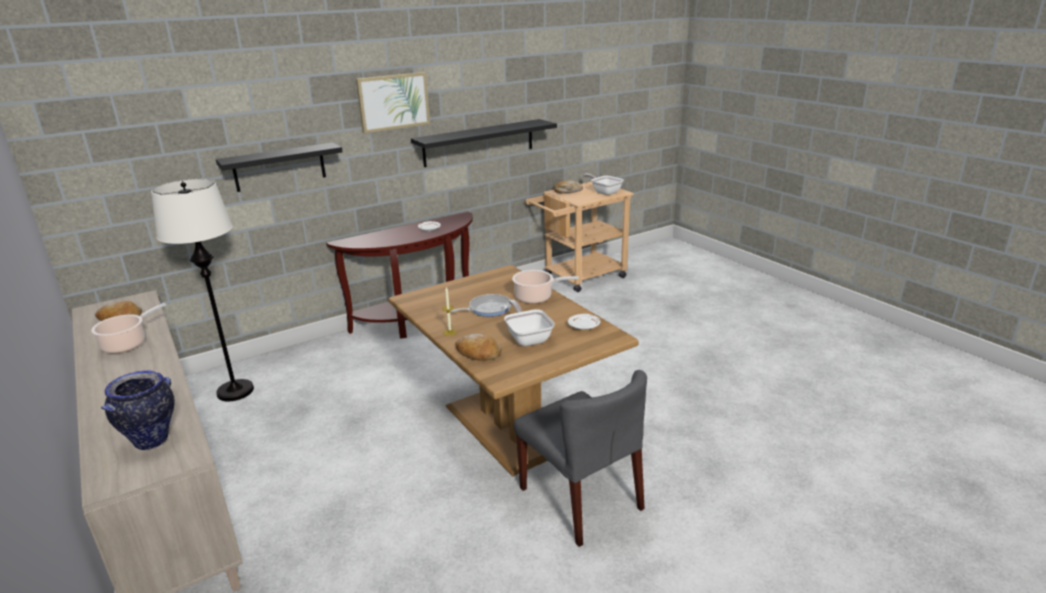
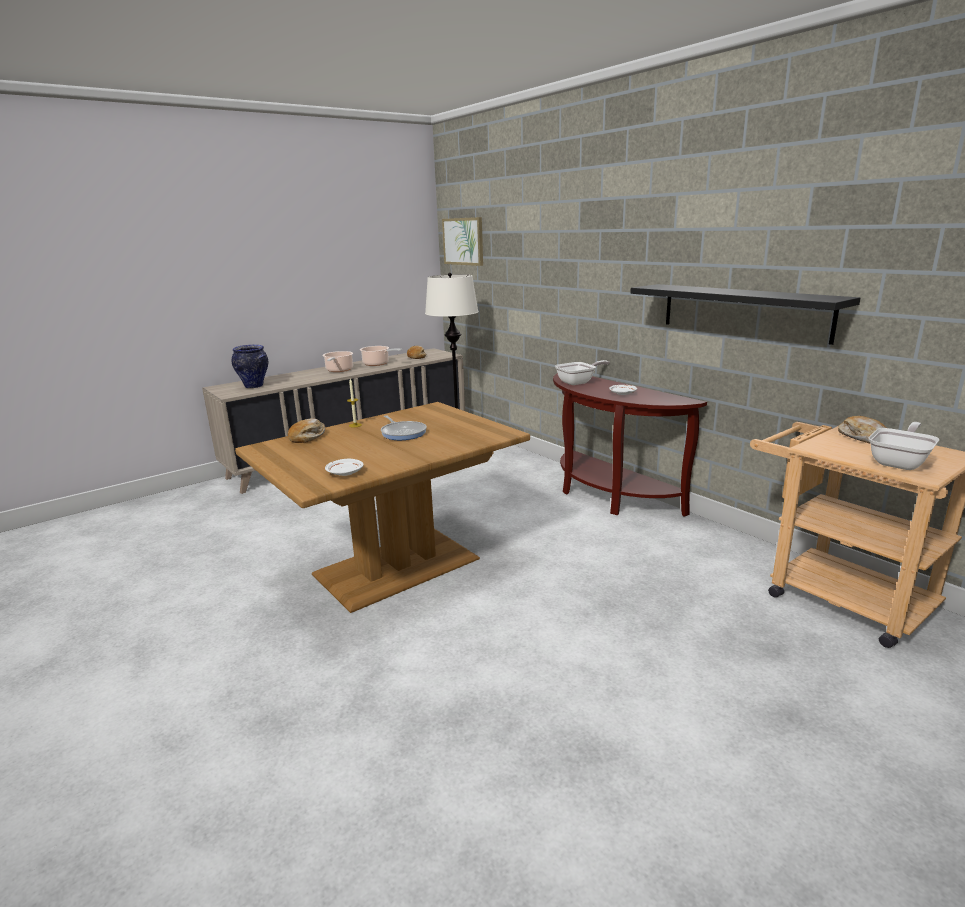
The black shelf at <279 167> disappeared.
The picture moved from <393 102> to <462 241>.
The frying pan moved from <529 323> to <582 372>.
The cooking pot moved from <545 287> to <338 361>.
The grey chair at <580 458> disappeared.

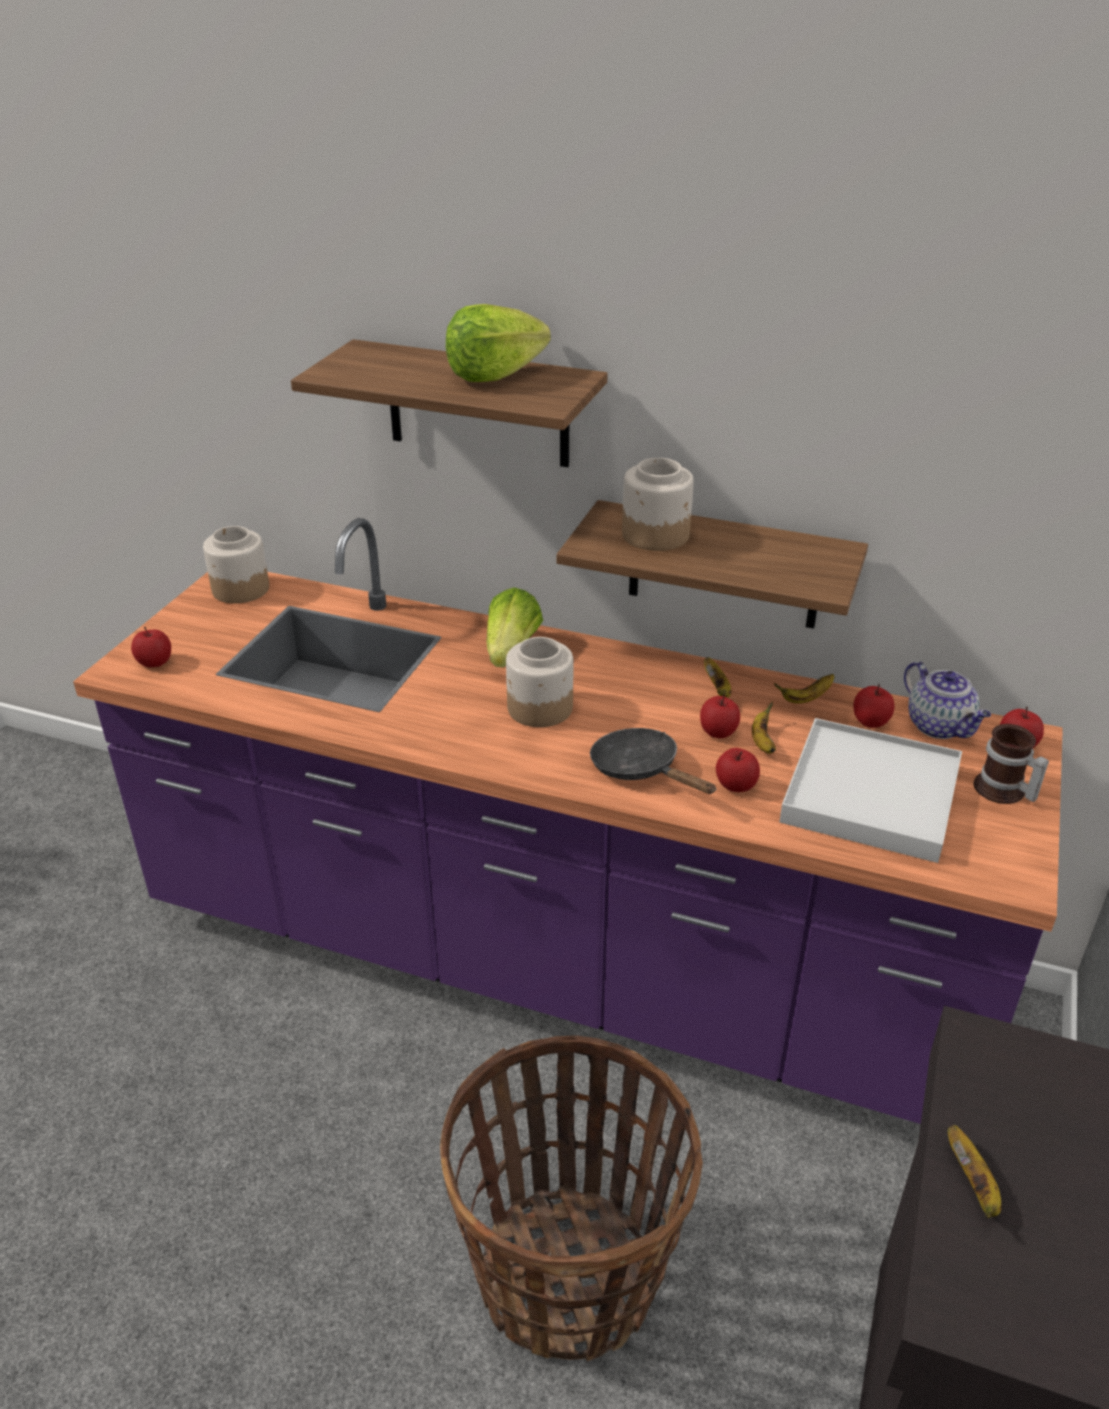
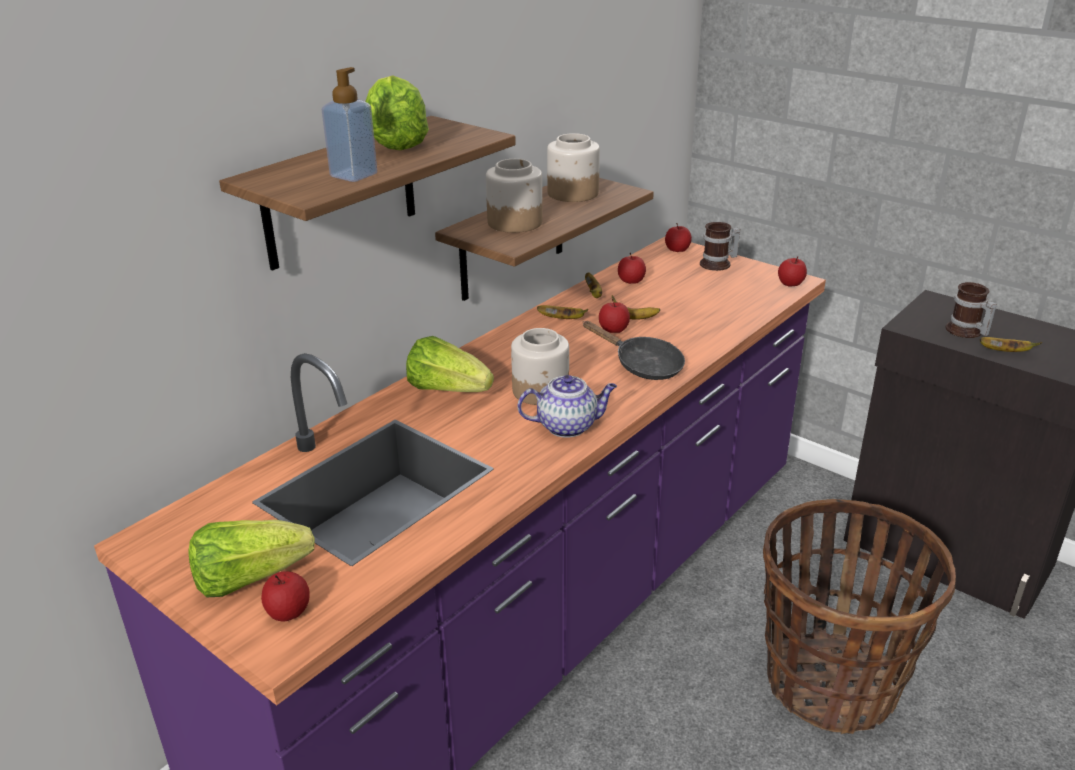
The jar moved from <236 565> to <573 167>.
The black frying pan at <653 761> turned 120 degrees counterclockwise.
The apple moved from <738 770> to <792 271>.
The white tray at <870 790> disappeared.
The teapot moved from <947 700> to <567 406>.
The lettuce at <251 558> appeared.
The soap dispenser at <349 124> appeared.
The mug at <971 310> appeared.

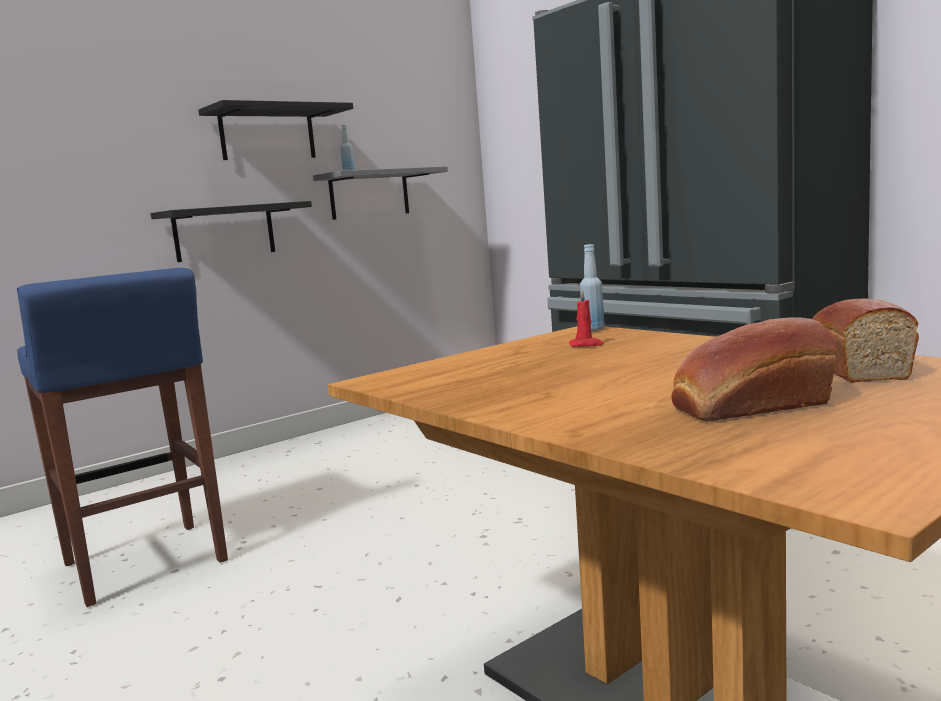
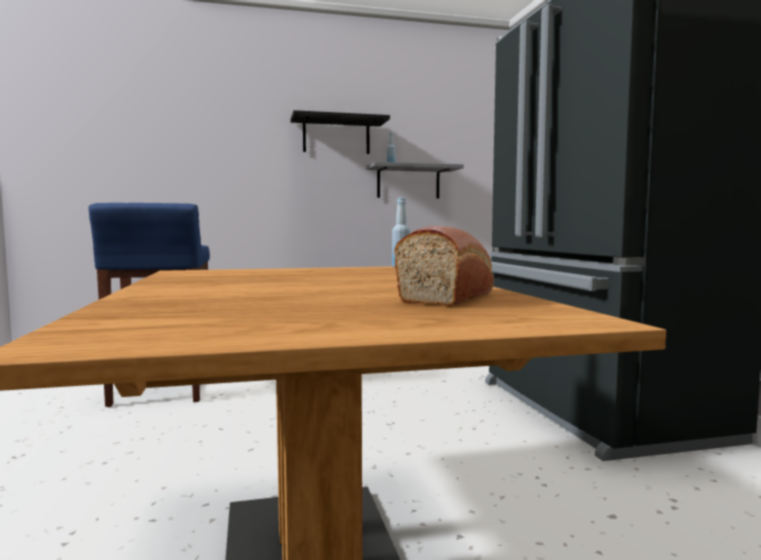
The black shelf at <231 231> disappeared.
The red candle at <586 318> disappeared.
The bread at <754 369> disappeared.

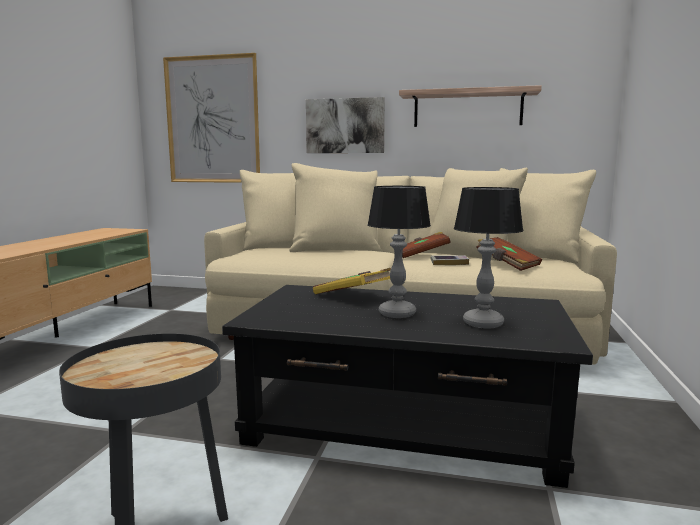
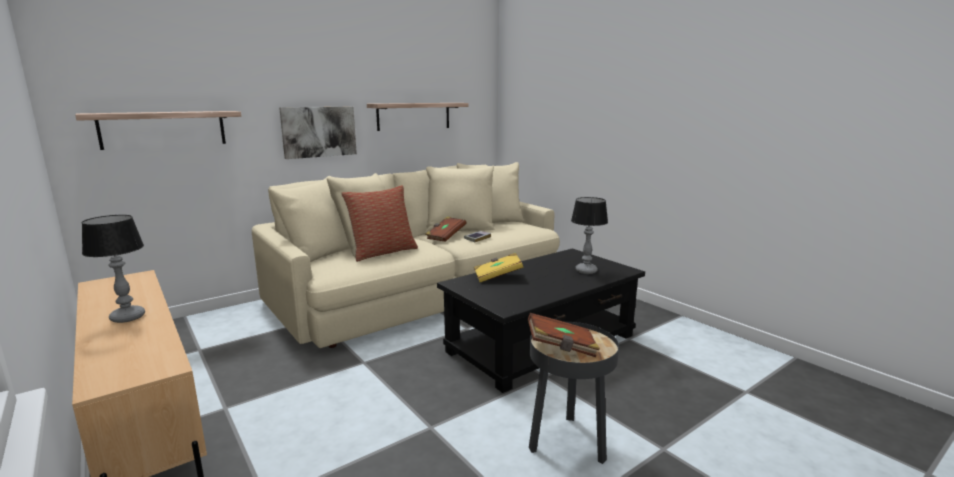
The picture at <211 118> was replaced by the shelf at <158 130>.
The table lamp moved from <399 252> to <113 269>.
The brown book moved from <509 254> to <564 335>.
The pillow at <379 223> appeared.

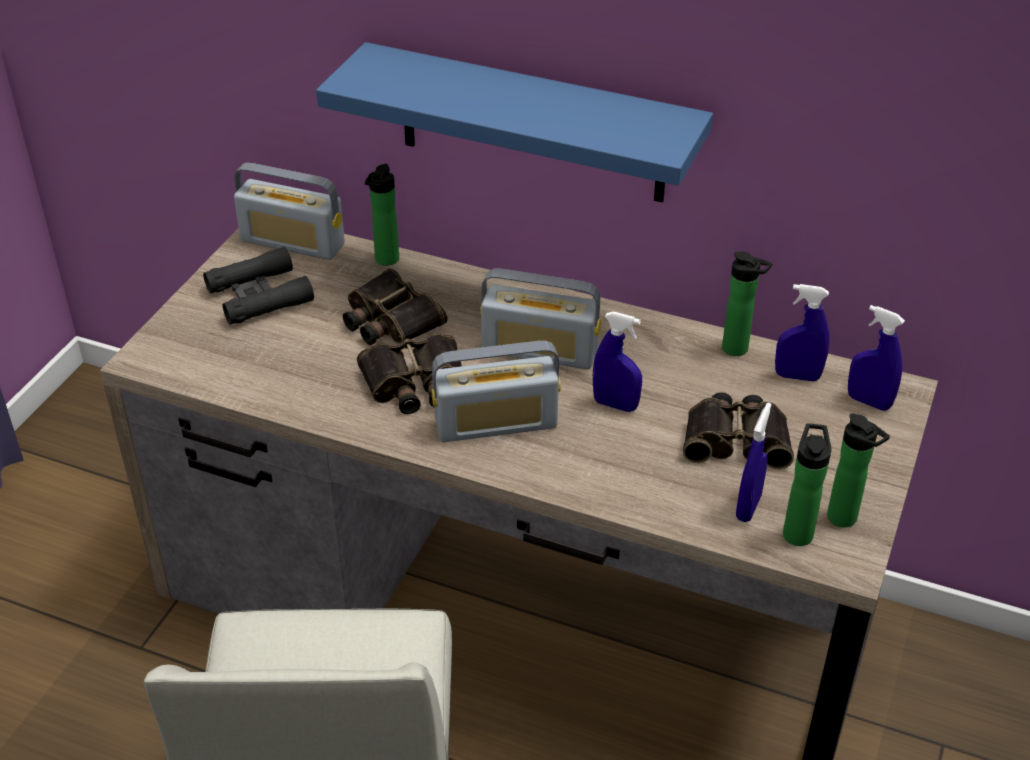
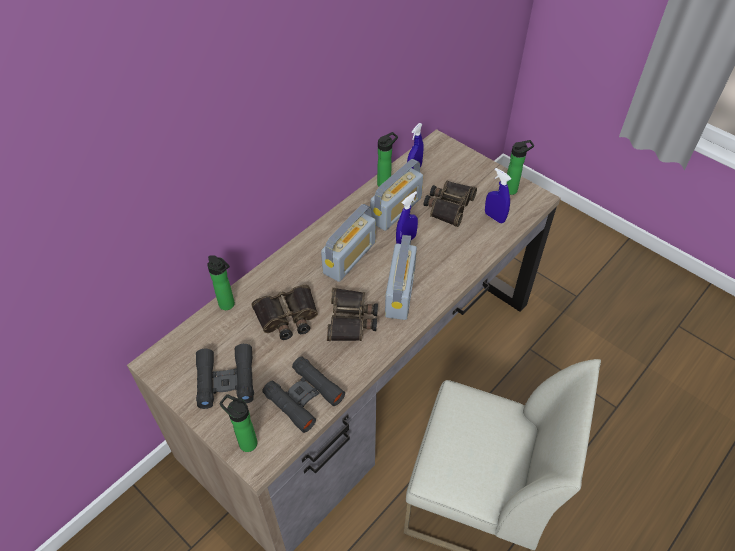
The radio moved from <289 211> to <396 195>.
The blue shelf at <514 122> disappeared.
The bottle moved from <807 484> to <238 423>.
The blue spray bottle at <876 358> disappeared.
The black binoculars at <303 394> appeared.

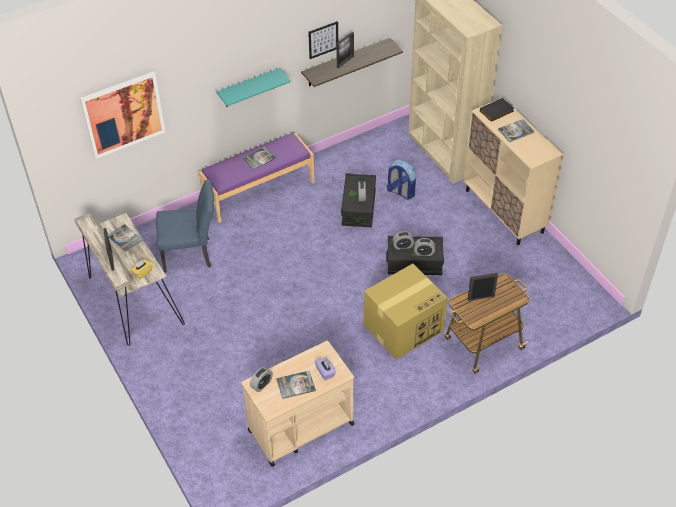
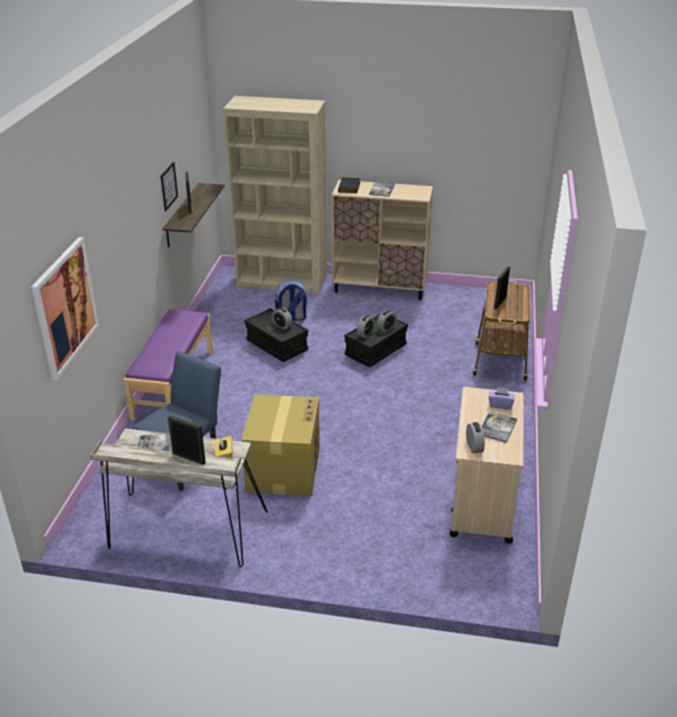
The turquoise shelf at <254 87> disappeared.
The book at <259 158> disappeared.
The cardboard box moved from <405 312> to <280 445>.

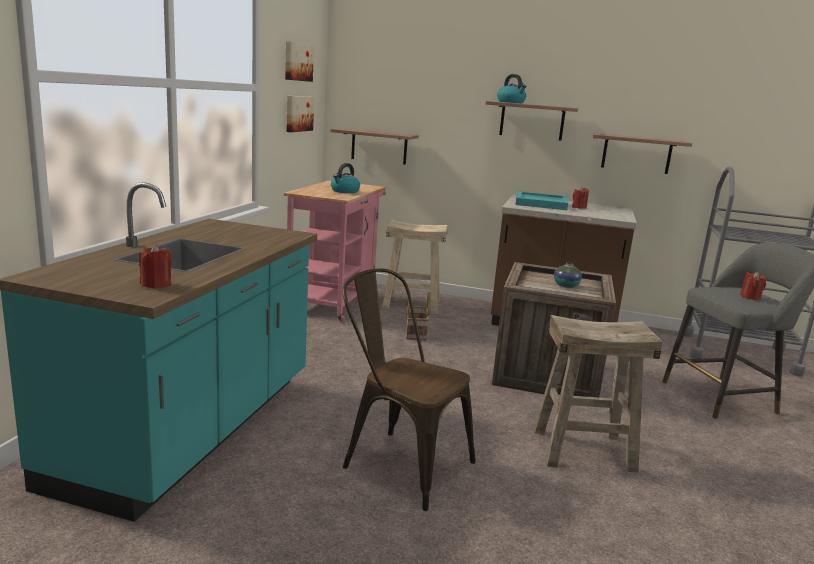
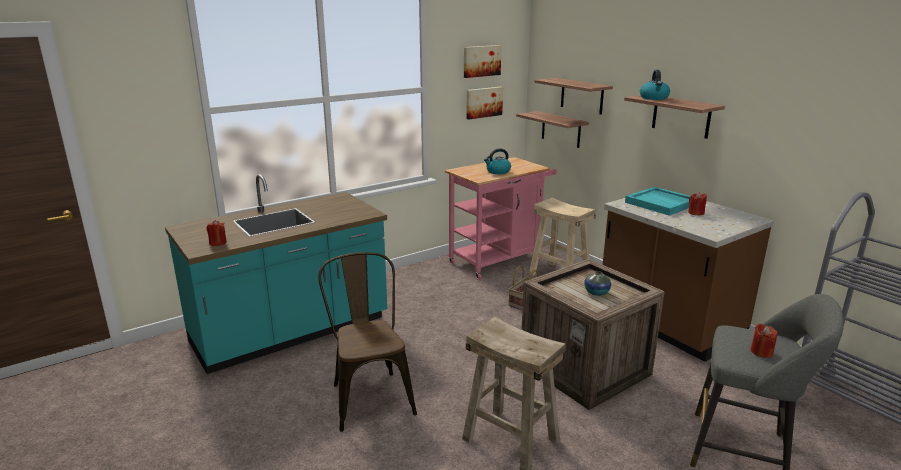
The shelf moved from <642 153> to <573 96>.

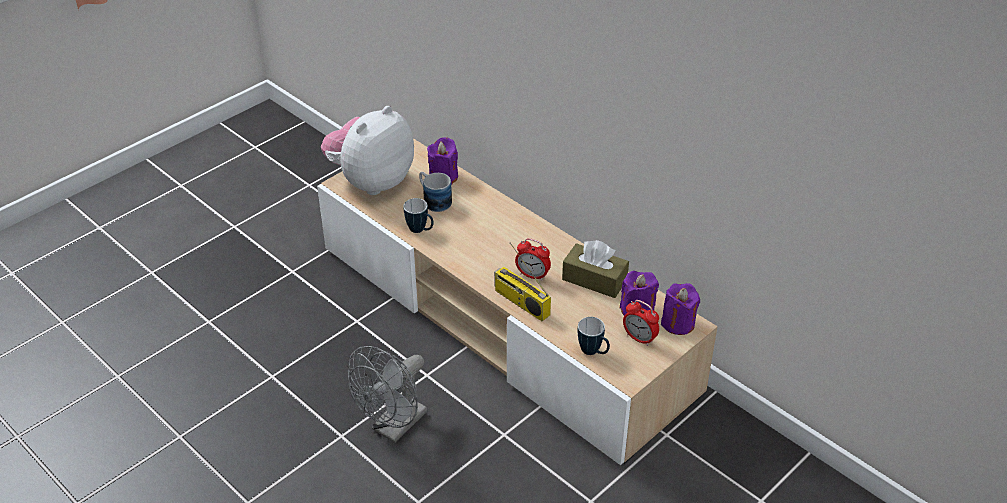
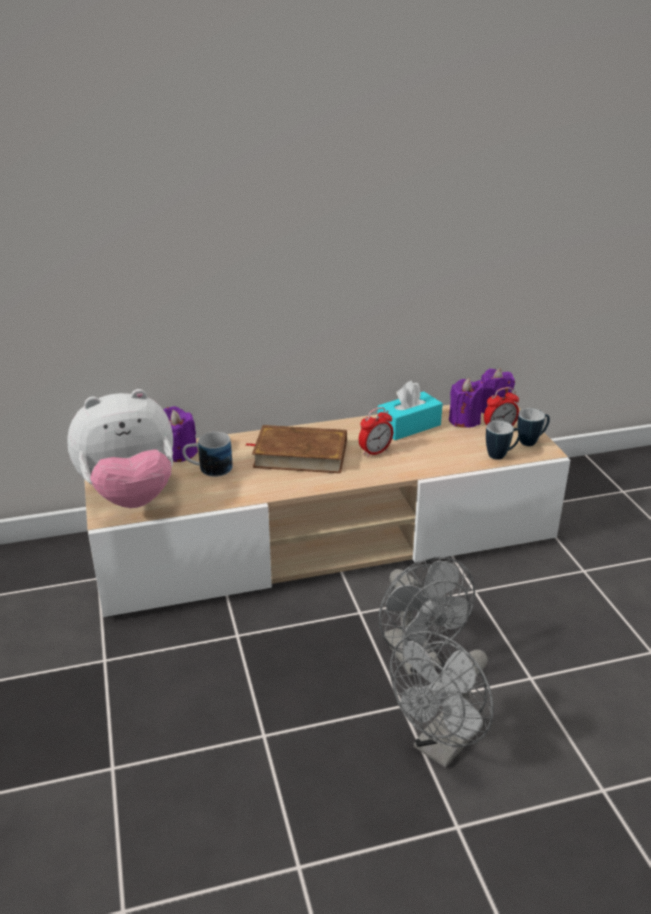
The plush toy at <367 150> turned 90 degrees counterclockwise.
The mug moved from <418 215> to <534 427>.
The radio at <522 281> disappeared.
The brown tissue box at <595 269> became the turquoise tissue box at <410 410>.
The brown book at <296 449> appeared.
The grey fan at <442 699> appeared.

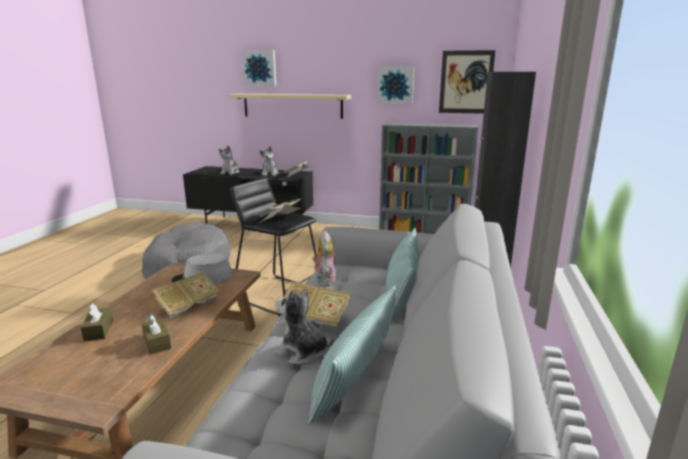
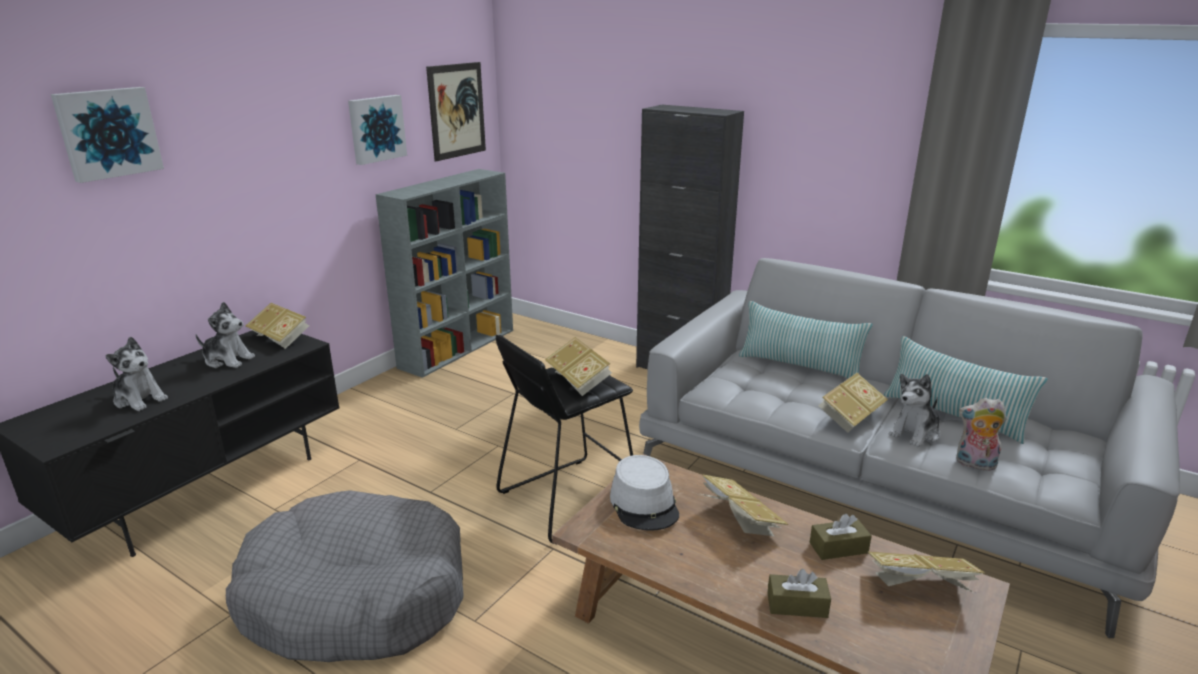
The beige shelf at <289 106> disappeared.
The plush toy moved from <324 258> to <981 434>.
The book at <926 572> appeared.

